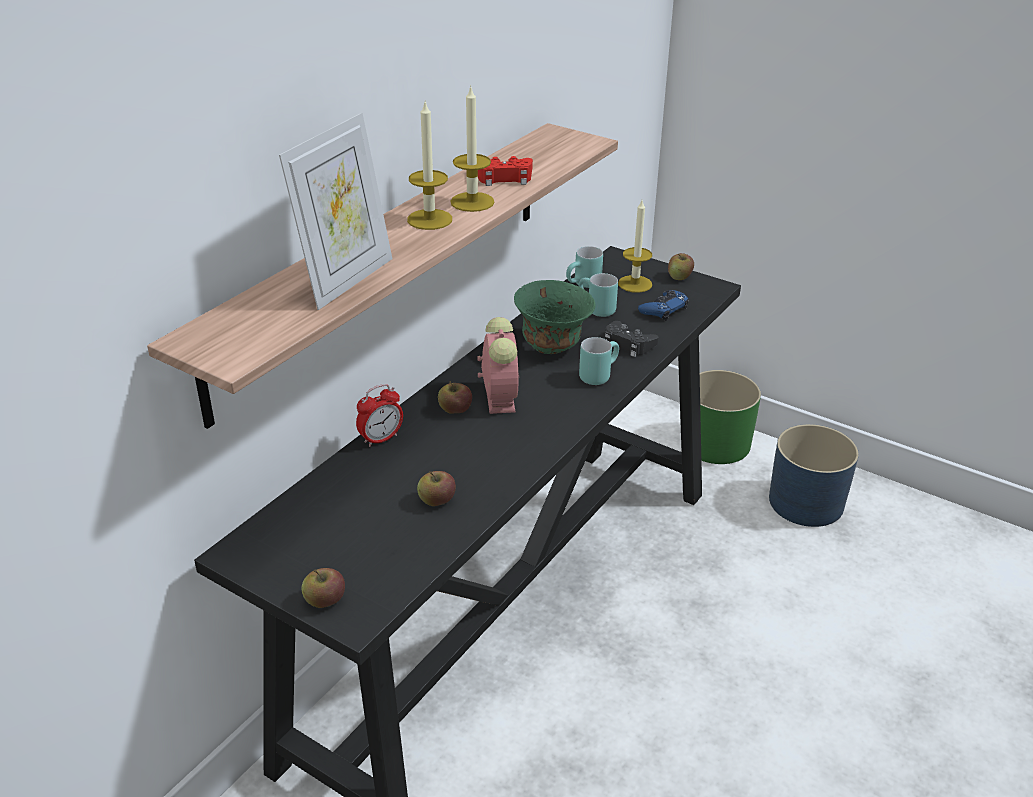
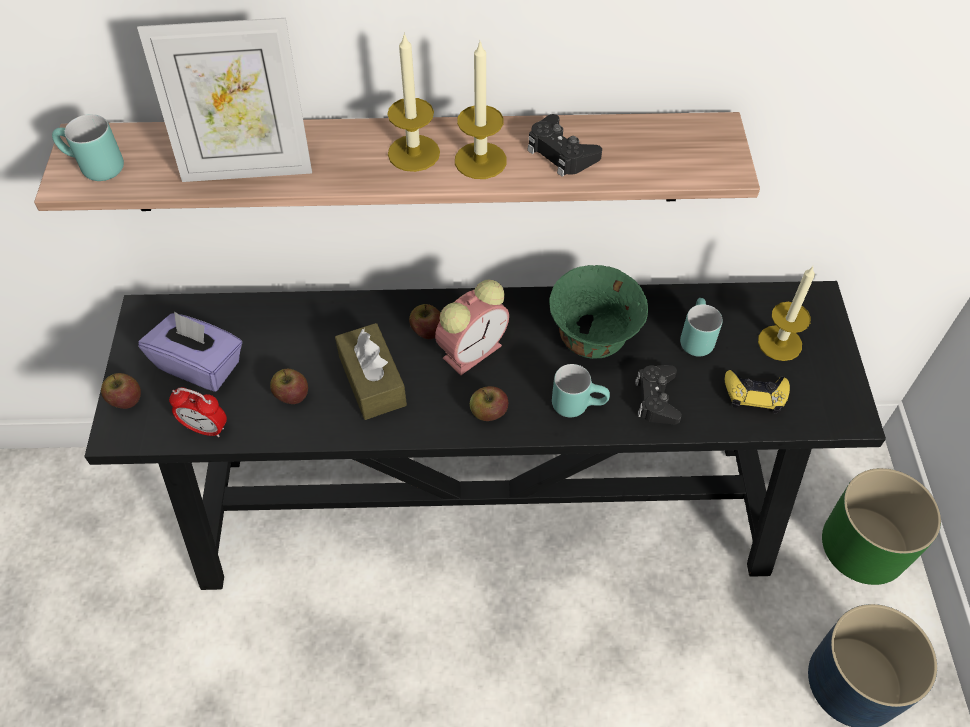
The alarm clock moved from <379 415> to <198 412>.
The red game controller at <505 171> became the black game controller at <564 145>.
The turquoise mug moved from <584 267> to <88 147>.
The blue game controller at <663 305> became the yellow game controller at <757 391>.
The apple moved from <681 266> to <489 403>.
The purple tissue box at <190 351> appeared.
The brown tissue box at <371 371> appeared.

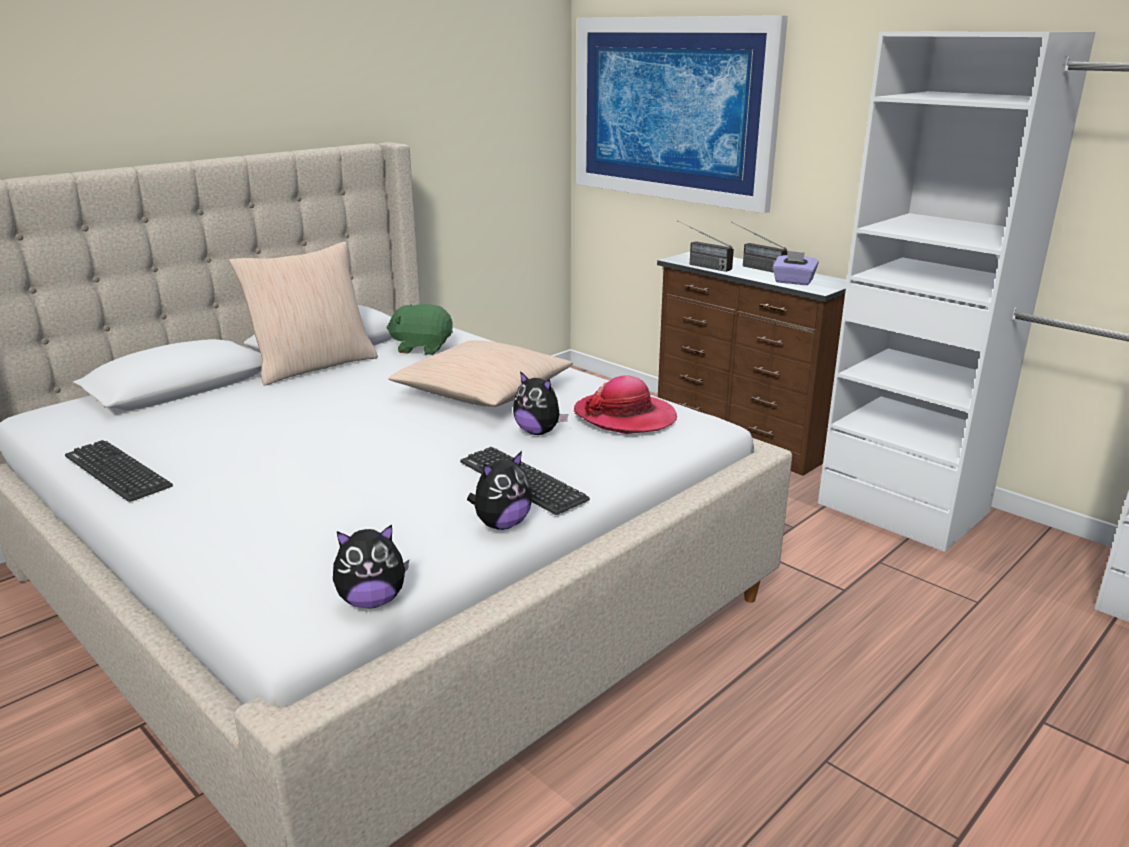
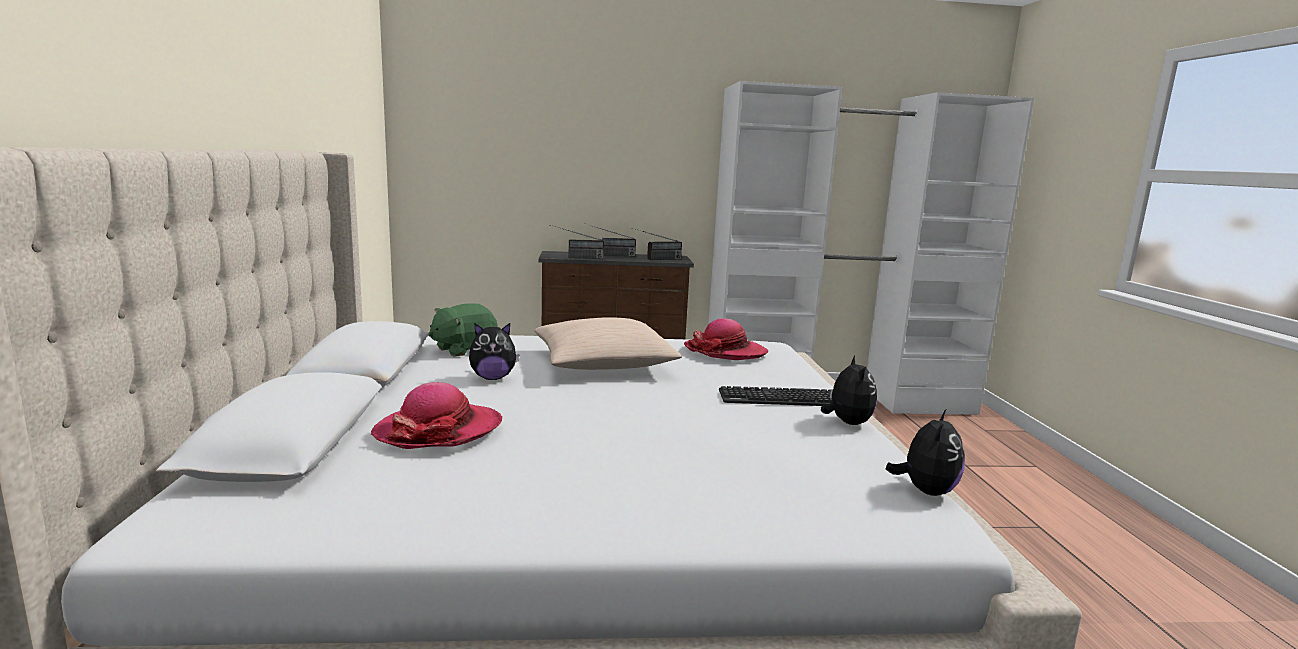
The keyboard at <119 471> disappeared.
The beige pillow at <303 313> disappeared.
The plush toy moved from <540 403> to <494 351>.
The picture at <682 114> disappeared.
The purple tissue box at <796 267> was replaced by the radio at <657 244>.
The hat at <436 415> appeared.

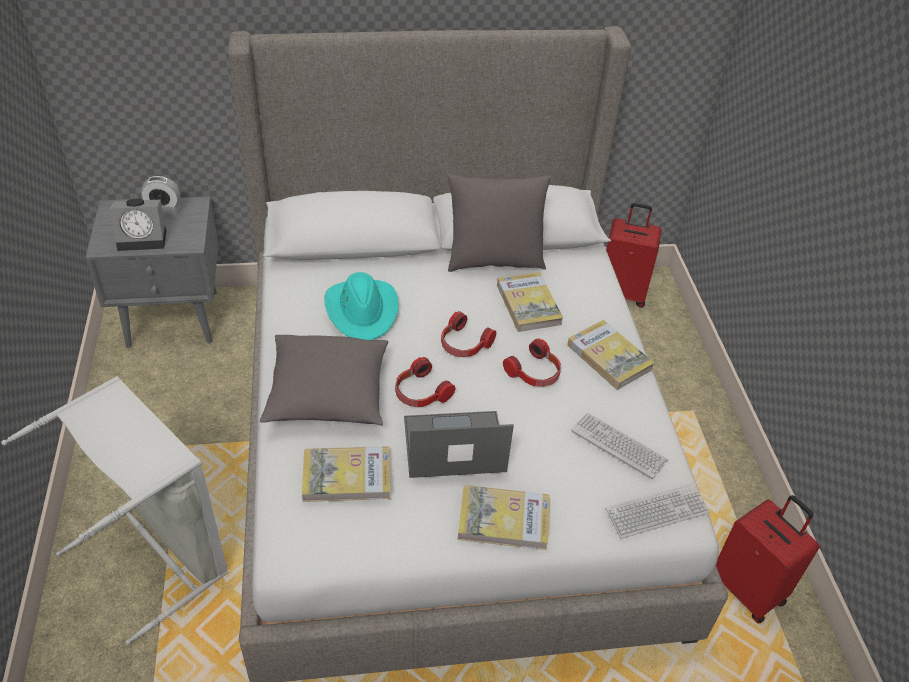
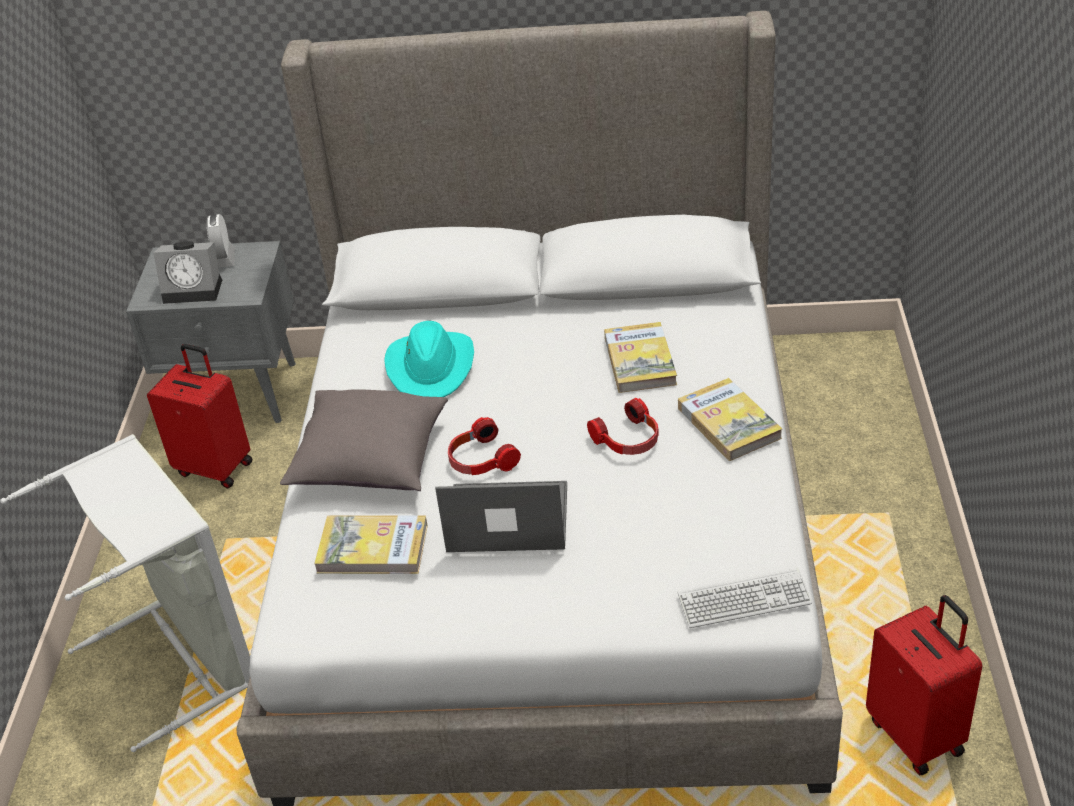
The alarm clock at <160 196> turned 75 degrees clockwise.
The headphones at <468 334> disappeared.
The grey pillow at <499 223> disappeared.
The book at <504 517> disappeared.
The keyboard at <619 446> disappeared.
The red suitcase moved from <634 255> to <199 416>.

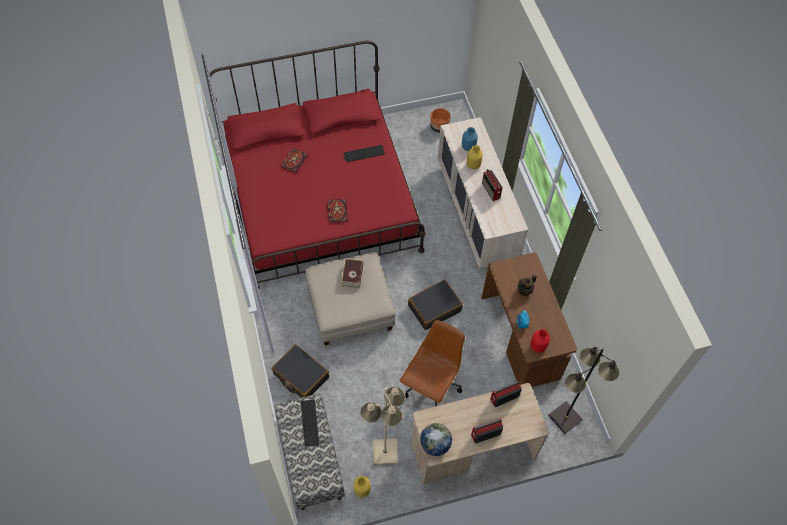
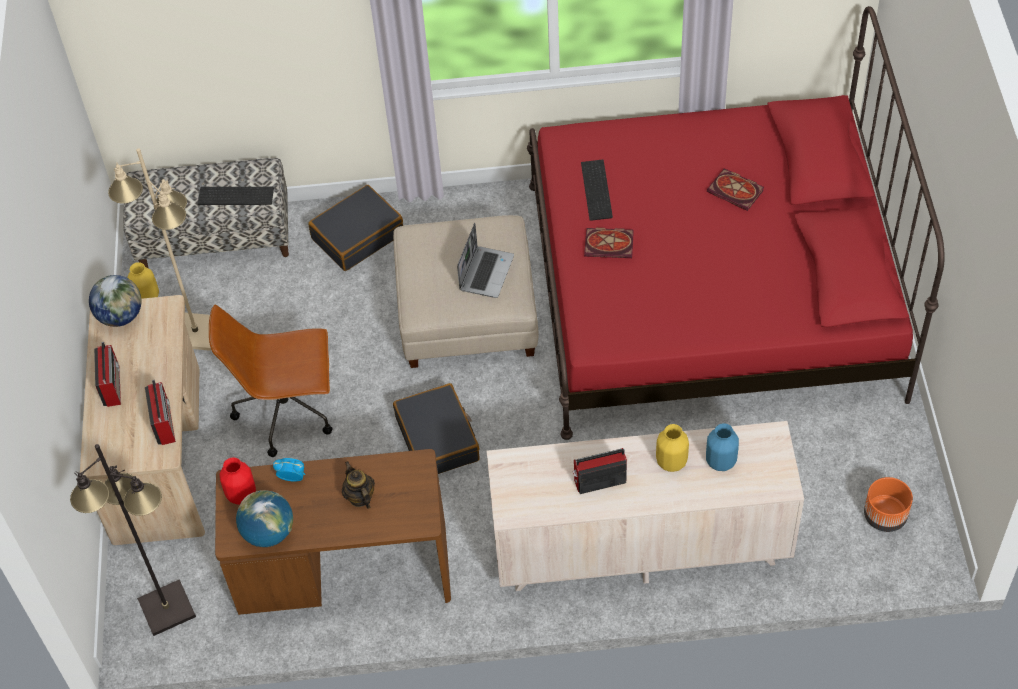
The book at <352 273> was replaced by the laptop at <485 260>.
The keyboard moved from <364 153> to <597 190>.
The brown office chair at <432 363> turned 135 degrees clockwise.
The globe at <264 518> appeared.

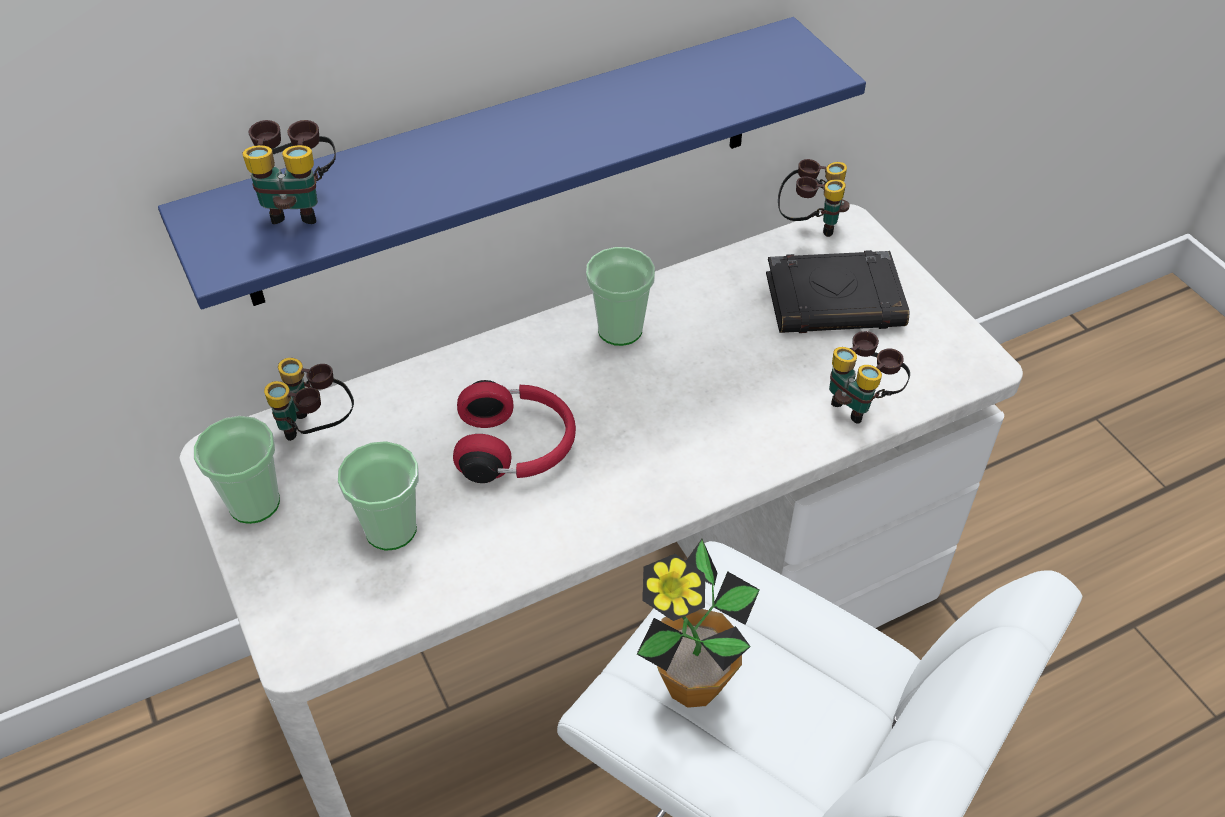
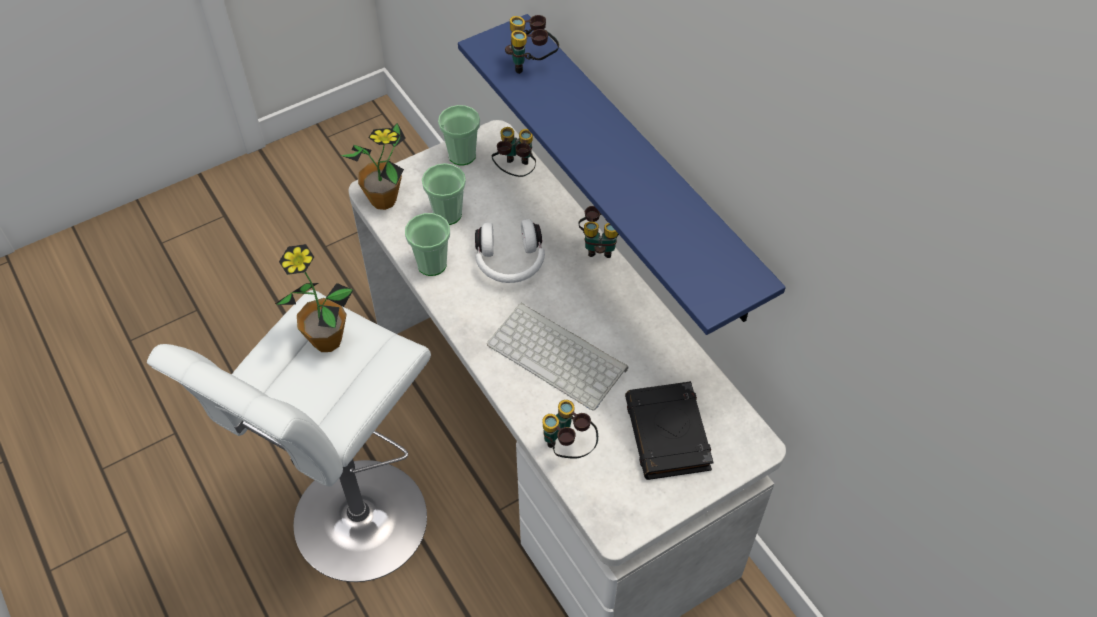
The red headphones at <514 431> became the white headphones at <510 251>.
The cup moved from <620 296> to <427 244>.
The binoculars moved from <814 198> to <599 232>.
The potted plant at <373 166> appeared.
The keyboard at <557 357> appeared.

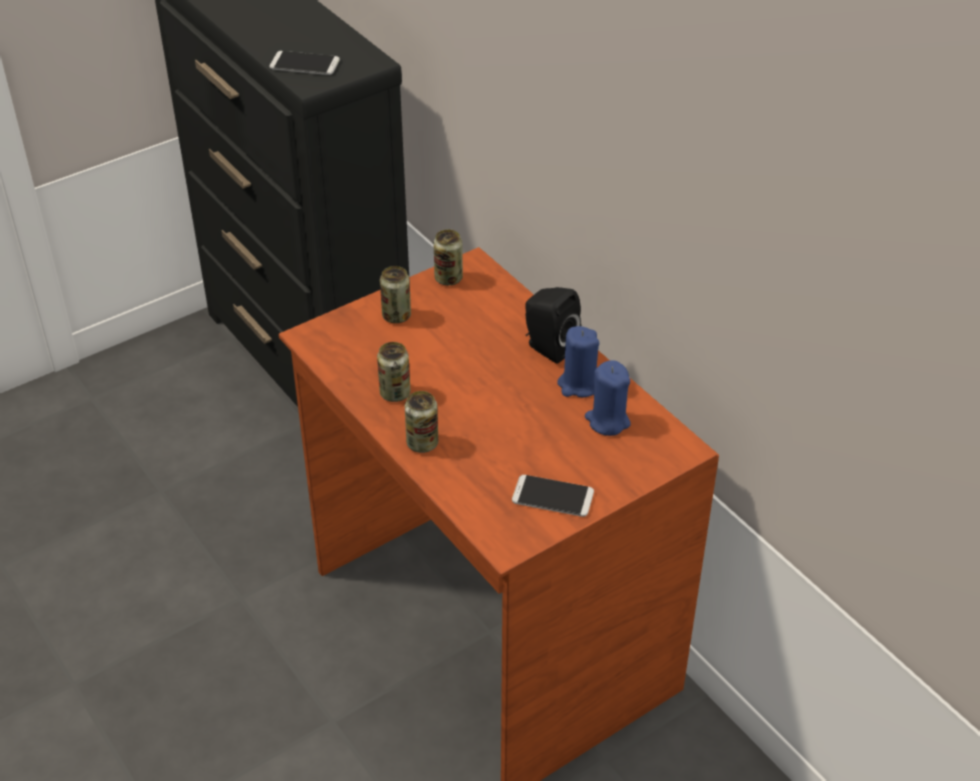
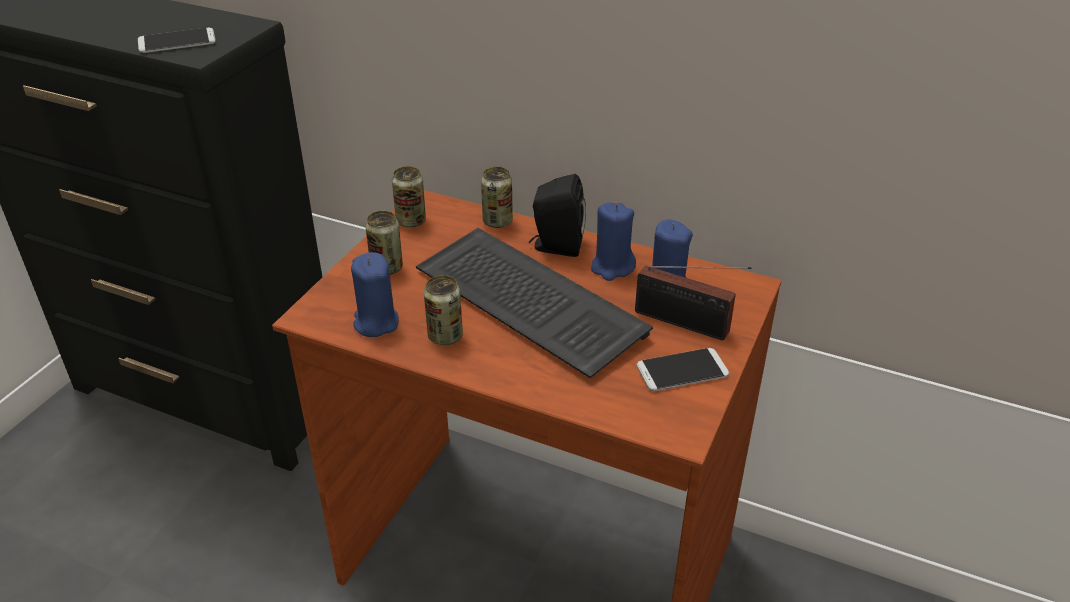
The can moved from <421 422> to <497 197>.
The blue candle at <375 294> appeared.
The keyboard at <534 303> appeared.
The radio at <693 303> appeared.

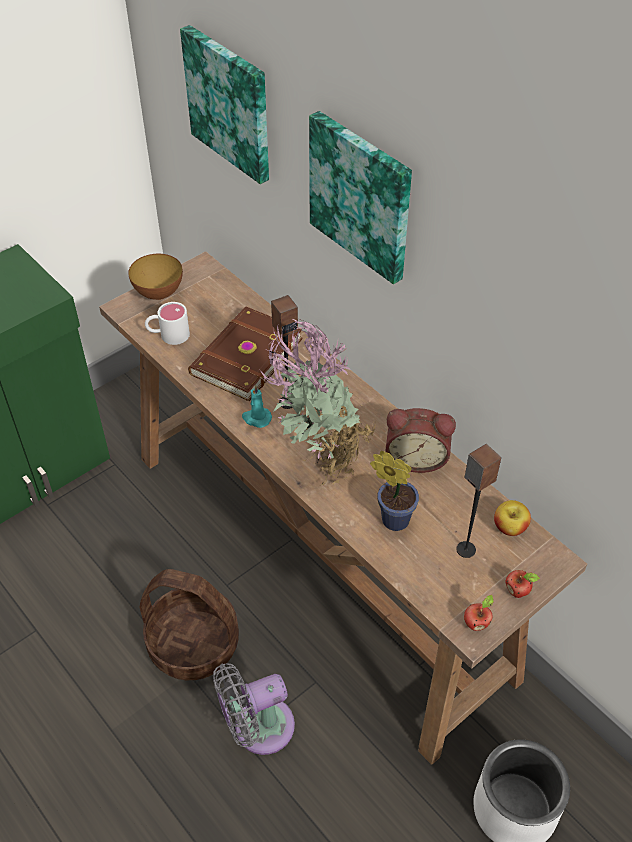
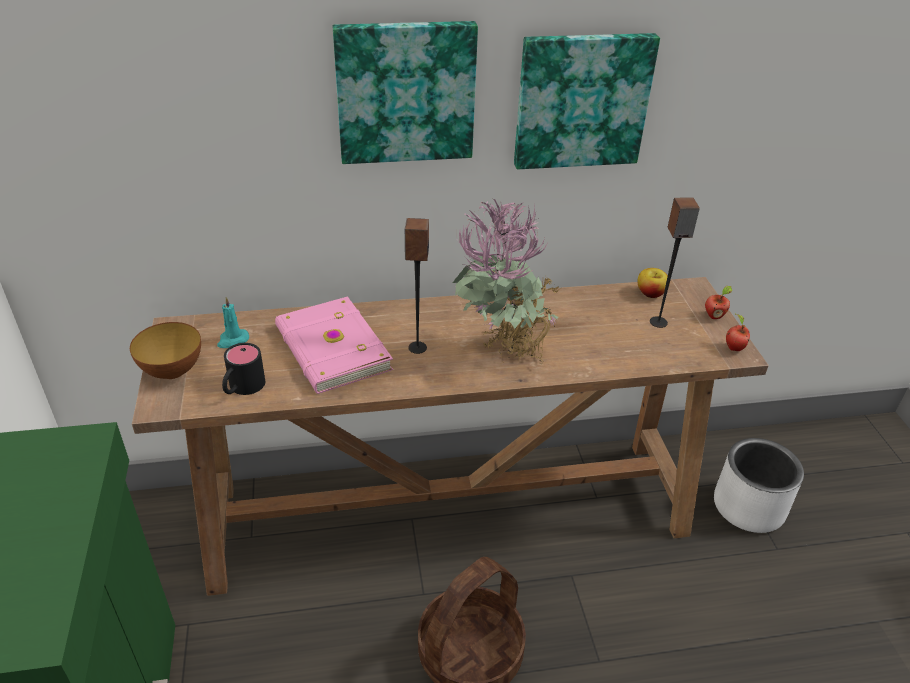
The white mug at <167 323> became the black mug at <243 369>.
The picture moved from <224 104> to <587 101>.
The brown book at <245 353> became the pink book at <334 345>.
The grey fan at <254 709> disappeared.
The turquoise candle moved from <257 406> to <233 322>.
The potted plant at <394 491> disappeared.
The alarm clock at <420 440> disappeared.

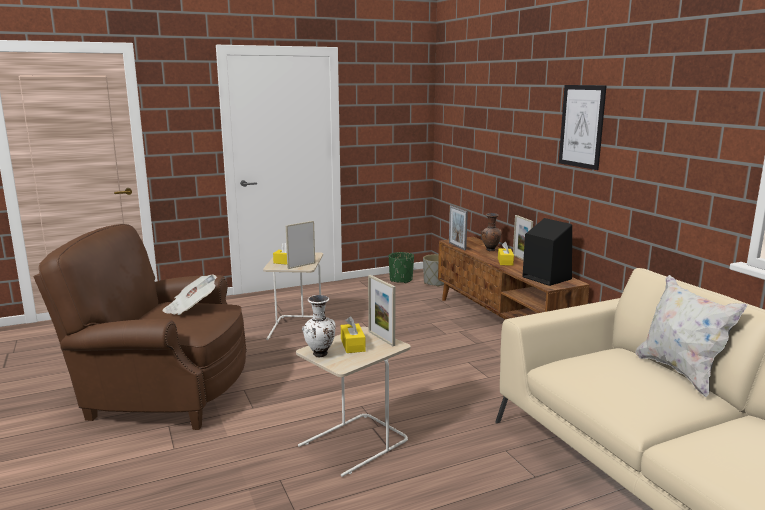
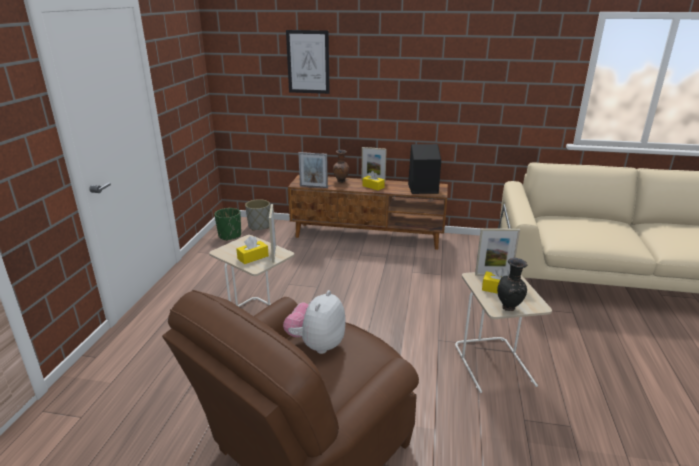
The newspaper at <190 295> was replaced by the plush toy at <314 322>.
The white vase at <319 326> became the black vase at <512 284>.
The picture moved from <582 127> to <308 62>.
The white pillow at <691 336> disappeared.

